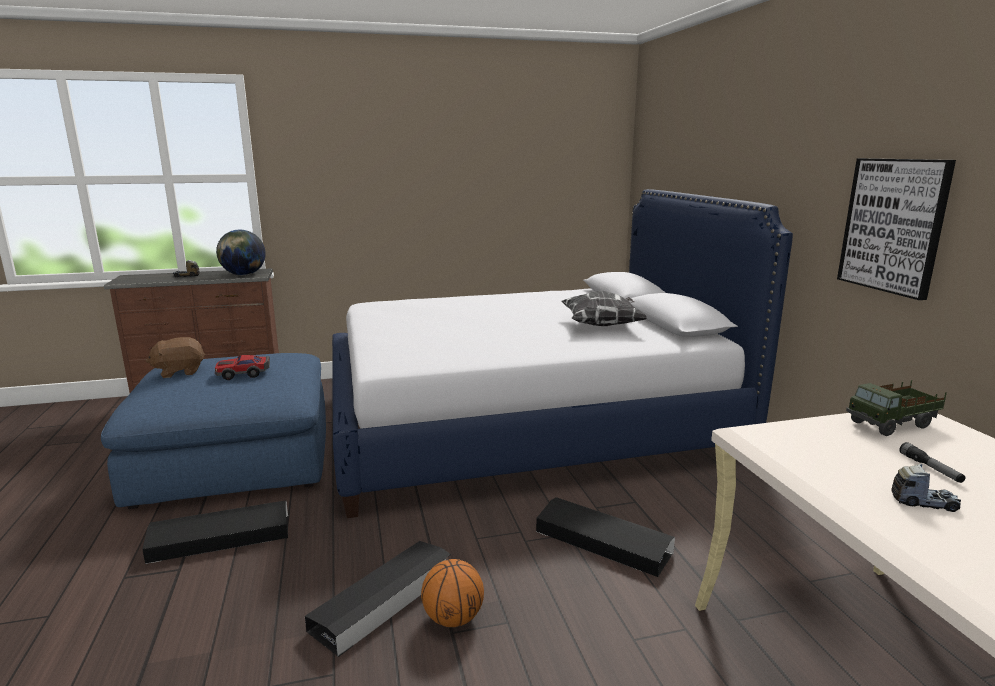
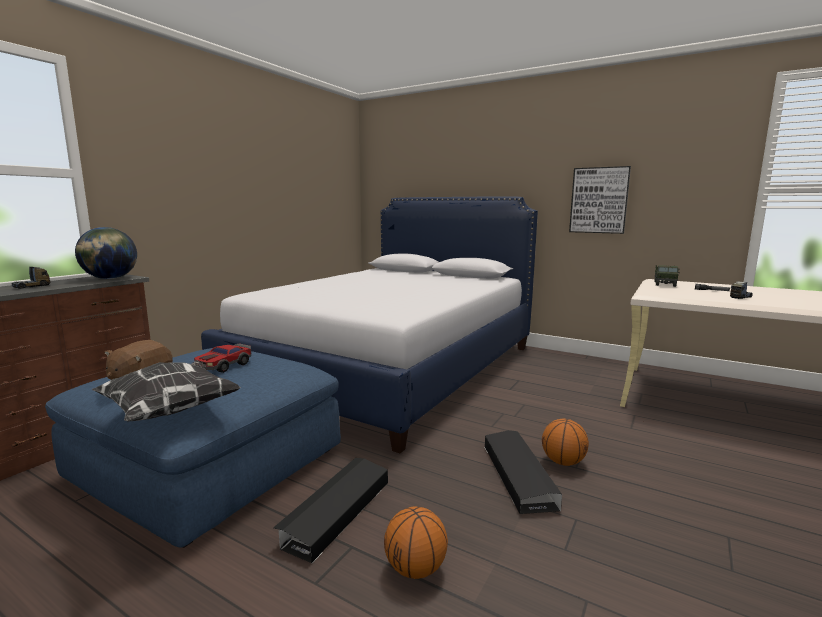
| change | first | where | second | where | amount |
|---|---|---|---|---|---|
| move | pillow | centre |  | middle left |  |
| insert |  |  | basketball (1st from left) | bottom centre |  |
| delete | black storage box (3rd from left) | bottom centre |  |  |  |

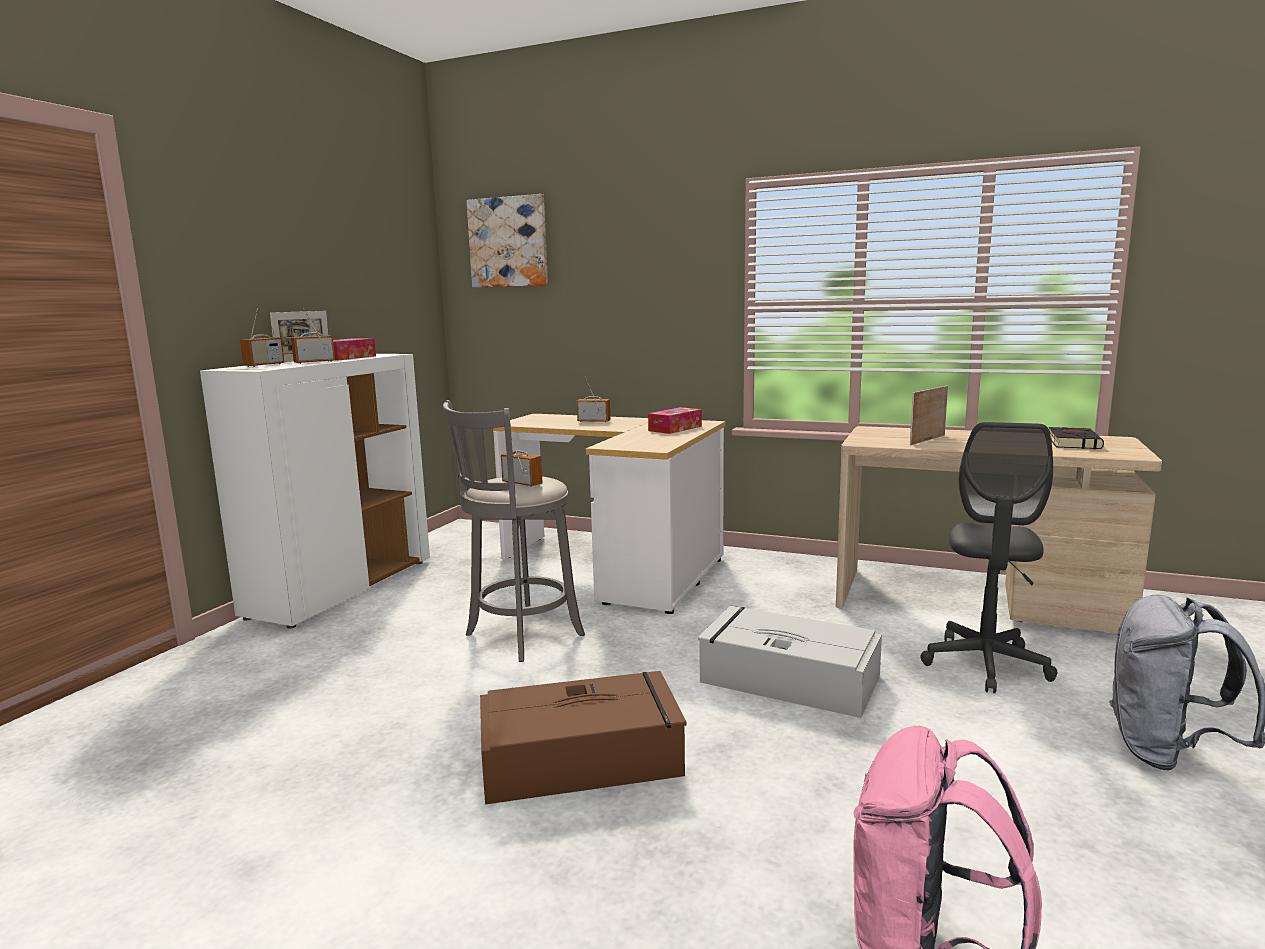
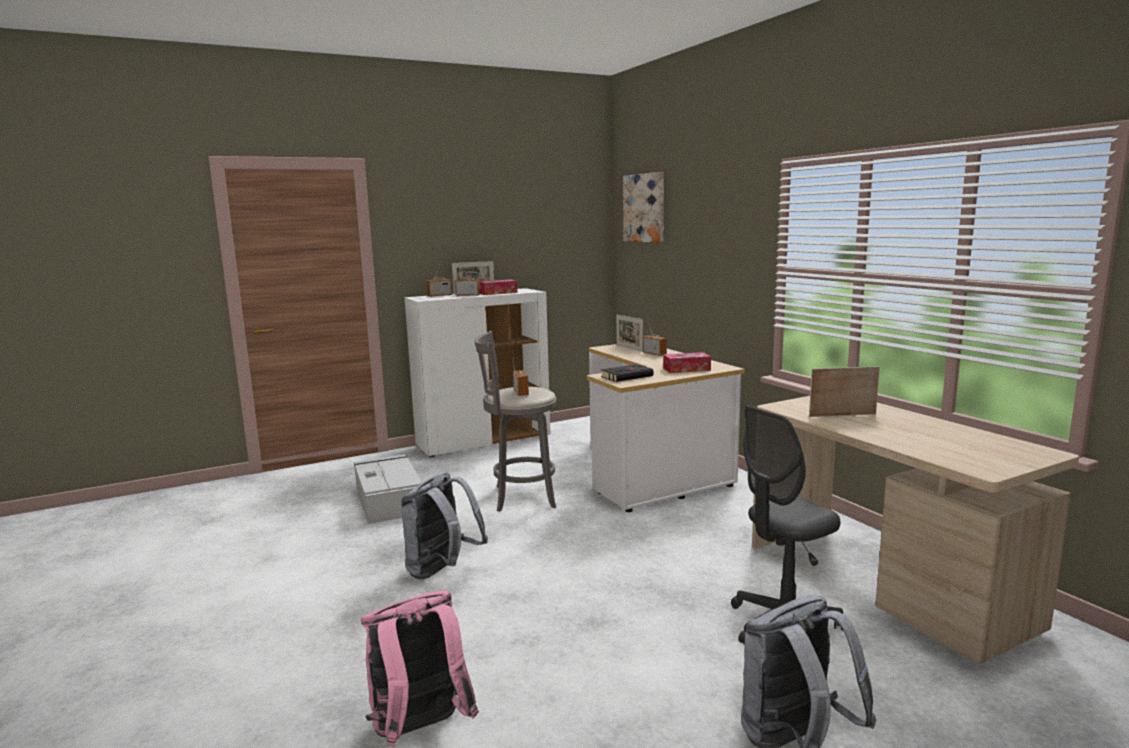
| change | first | where | second | where | amount |
|---|---|---|---|---|---|
| move | grey storage box | bottom centre |  | centre |  |
| replace | brown storage box | bottom centre | grey backpack (1st from left) | bottom centre |  |
| move | black book | middle right |  | centre |  |
| insert |  |  | picture frame (2nd from left) | centre |  |

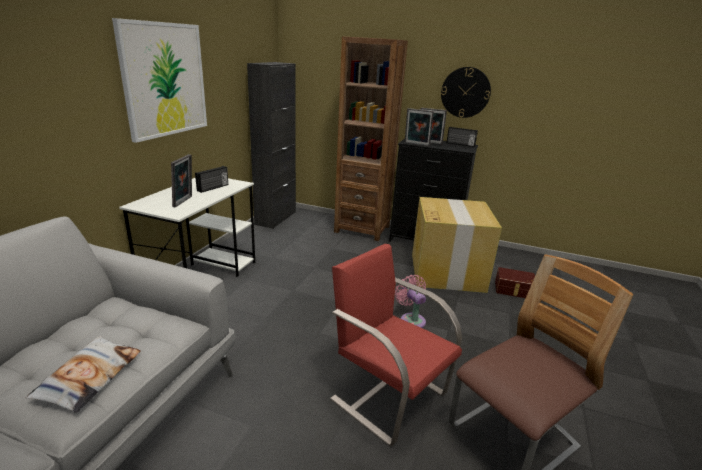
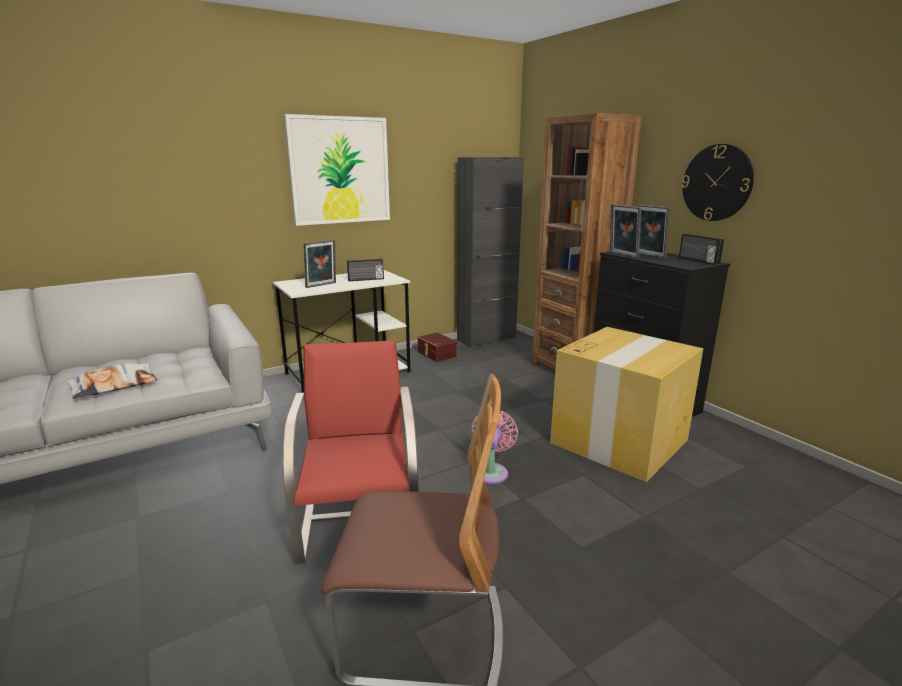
| change | first | where | second | where | amount |
|---|---|---|---|---|---|
| move | brown storage box | middle right |  | centre |  |

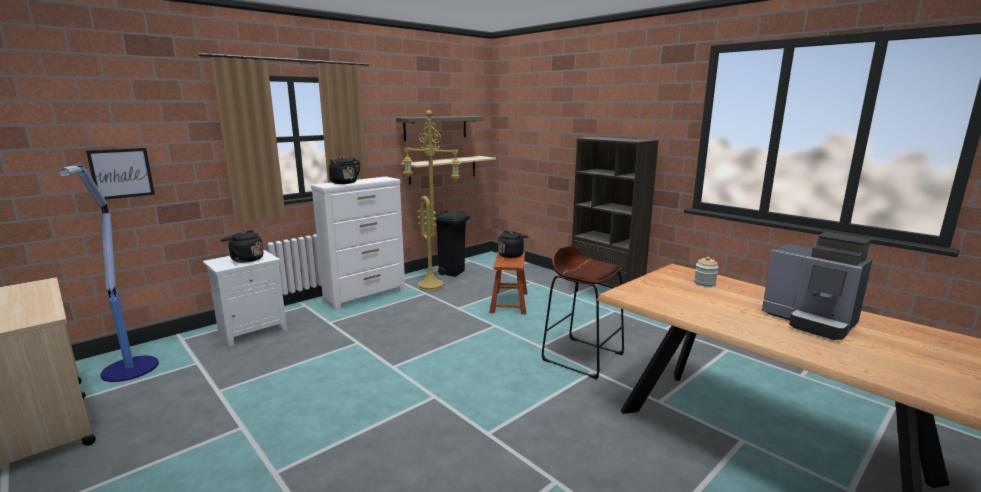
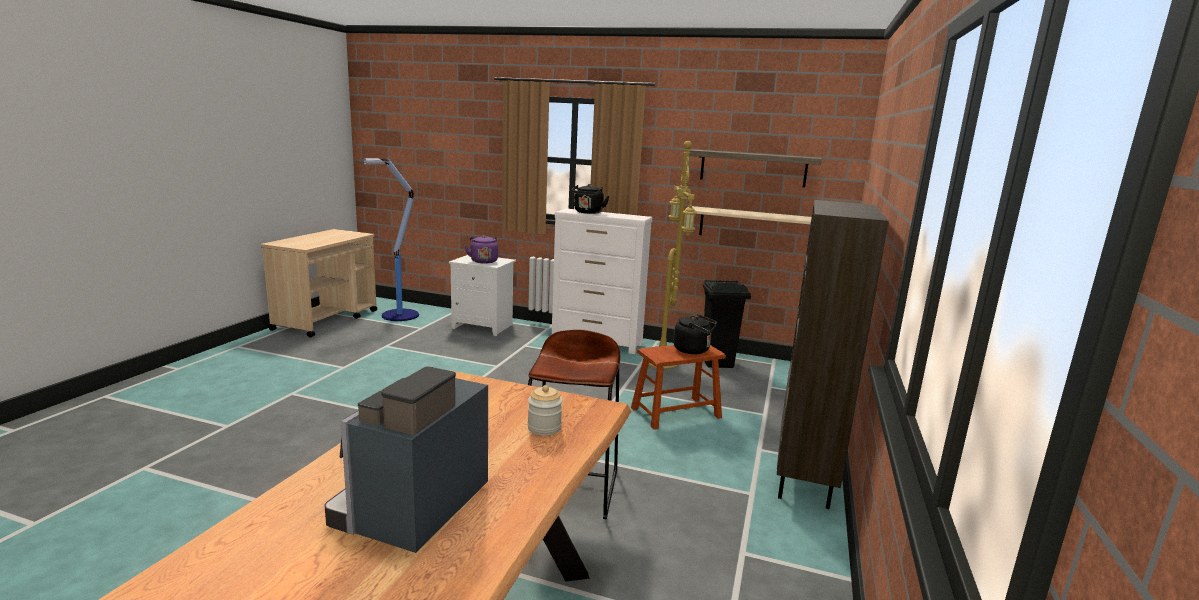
| change | first | where | second | where | amount |
|---|---|---|---|---|---|
| recolor | black kettle (1st from left) | middle left | purple kettle | centre |  |
| delete | picture | middle left |  |  |  |

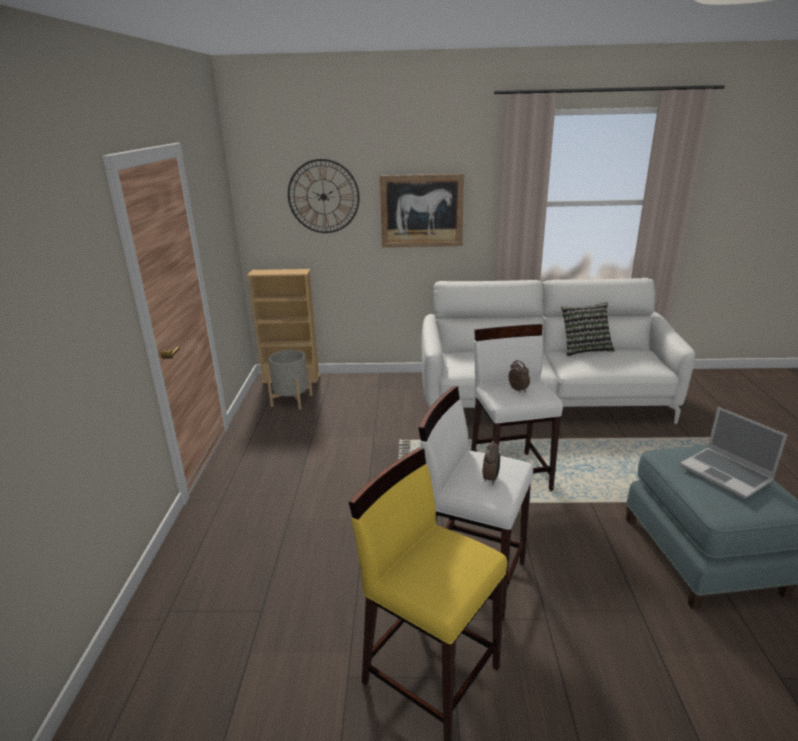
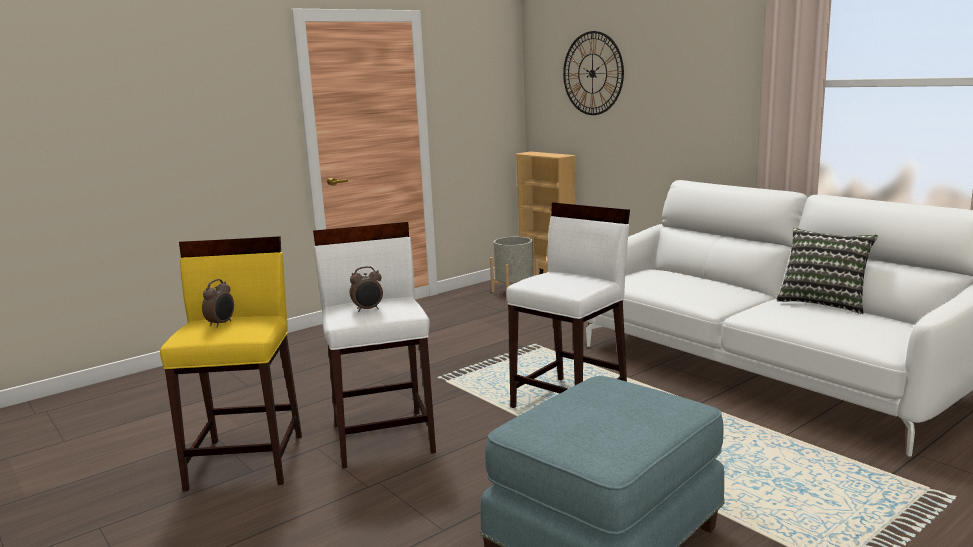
| change | first | where | second | where | amount |
|---|---|---|---|---|---|
| move | alarm clock (2nd from left in the first image) | centre | alarm clock (1st from left) | middle left |  |
| delete | picture | top centre |  |  |  |
| delete | laptop | middle right |  |  |  |

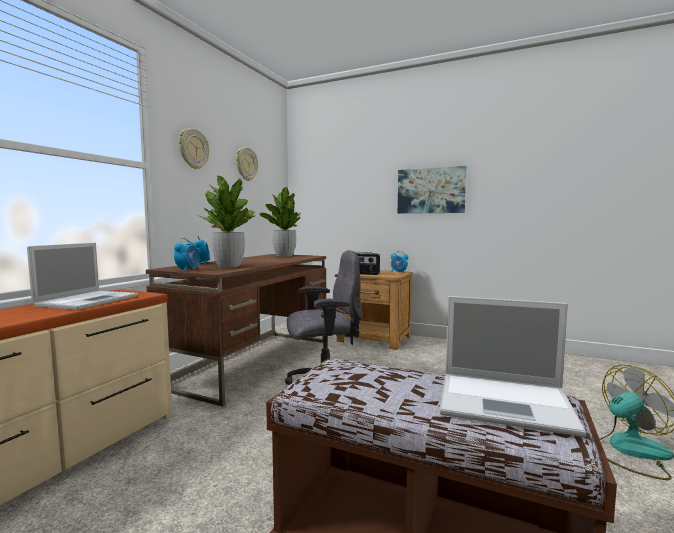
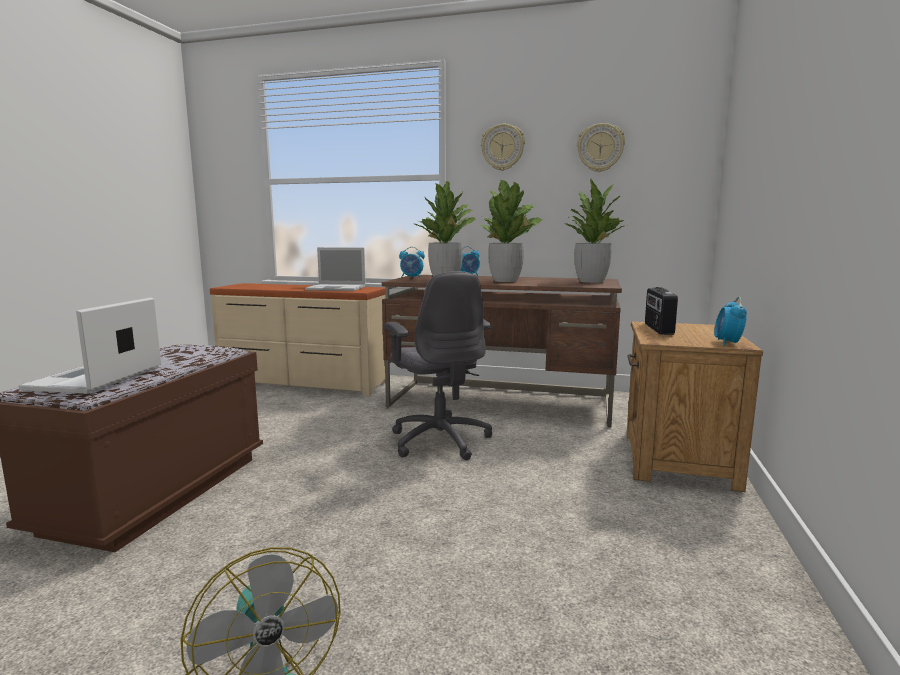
| change | first | where | second | where | amount |
|---|---|---|---|---|---|
| insert |  |  | potted plant (2nd from left) | centre |  |
| delete | picture | centre |  |  |  |

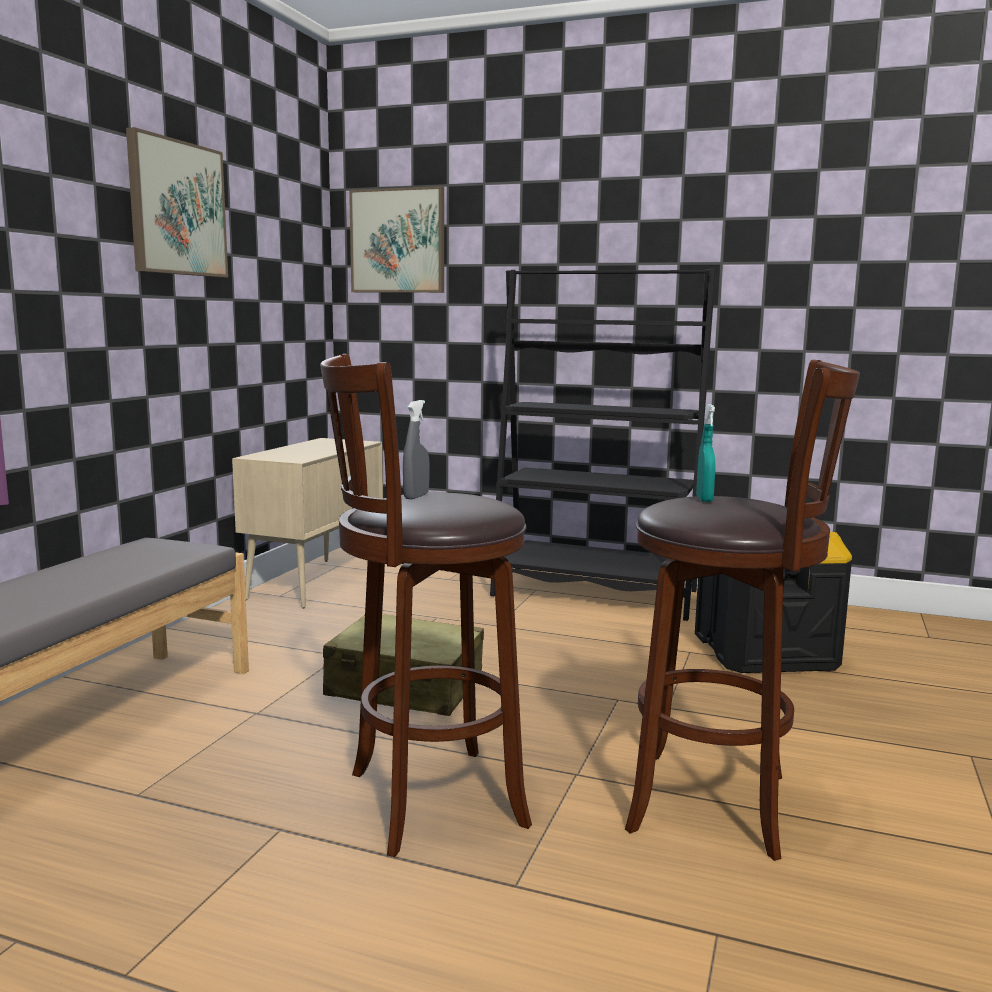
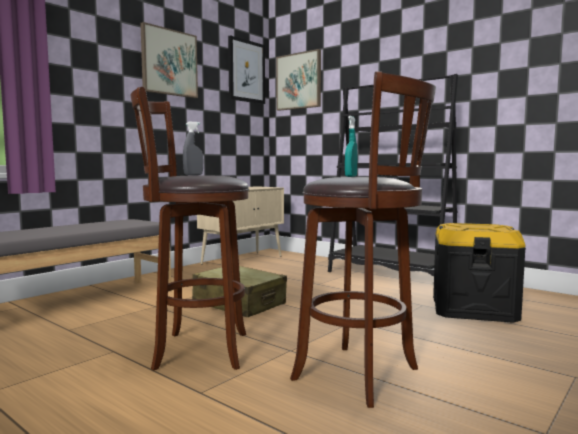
| change | first | where | second | where | amount |
|---|---|---|---|---|---|
| insert |  |  | picture (2nd from left) | top centre |  |

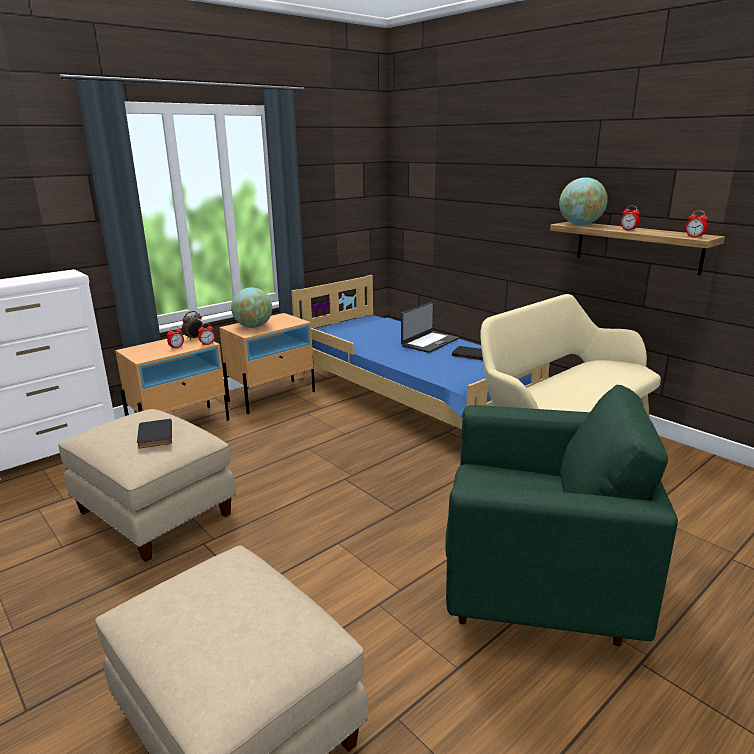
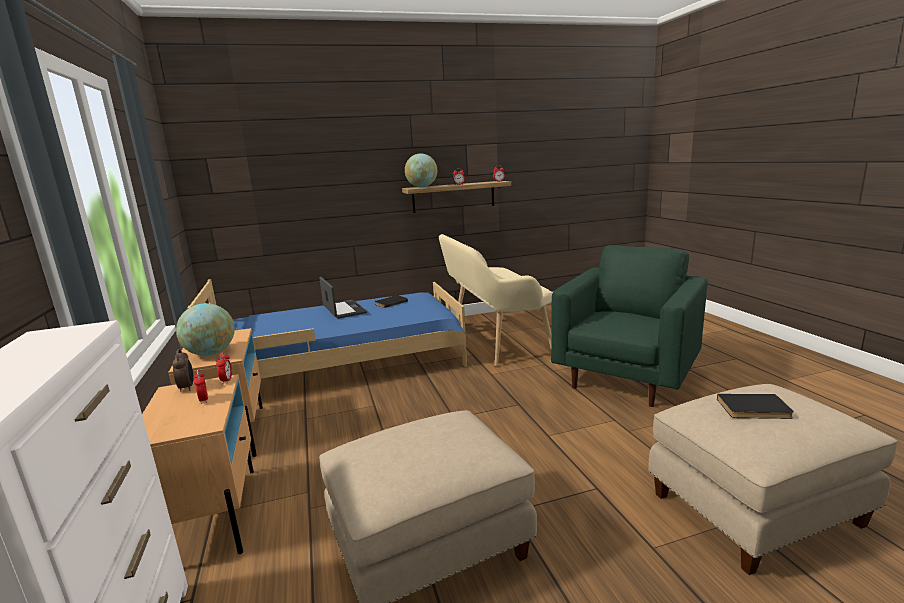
| change | first | where | second | where | amount |
|---|---|---|---|---|---|
| move | black book (1st from left in the first image) | middle left | black book (2nd from left) | bottom right |  |

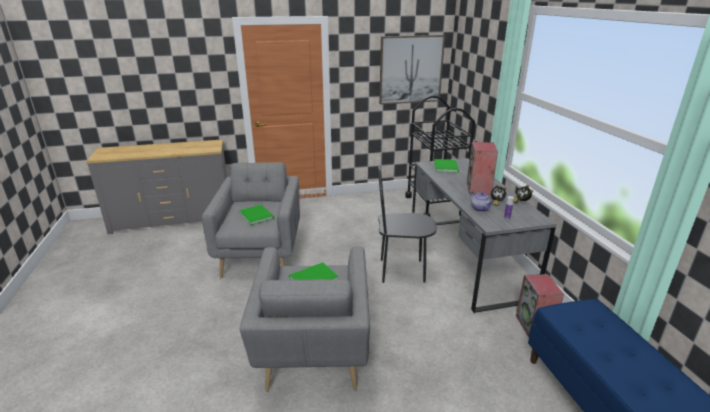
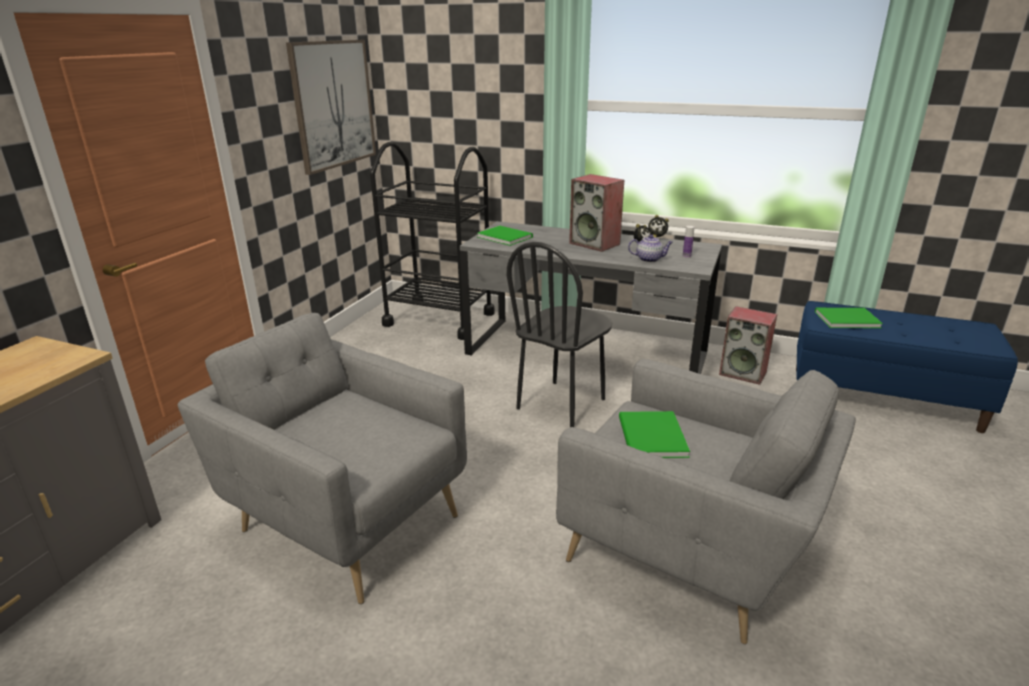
| change | first | where | second | where | amount |
|---|---|---|---|---|---|
| move | green book (1st from left in the first image) | centre | green book (3rd from left) | middle right |  |

